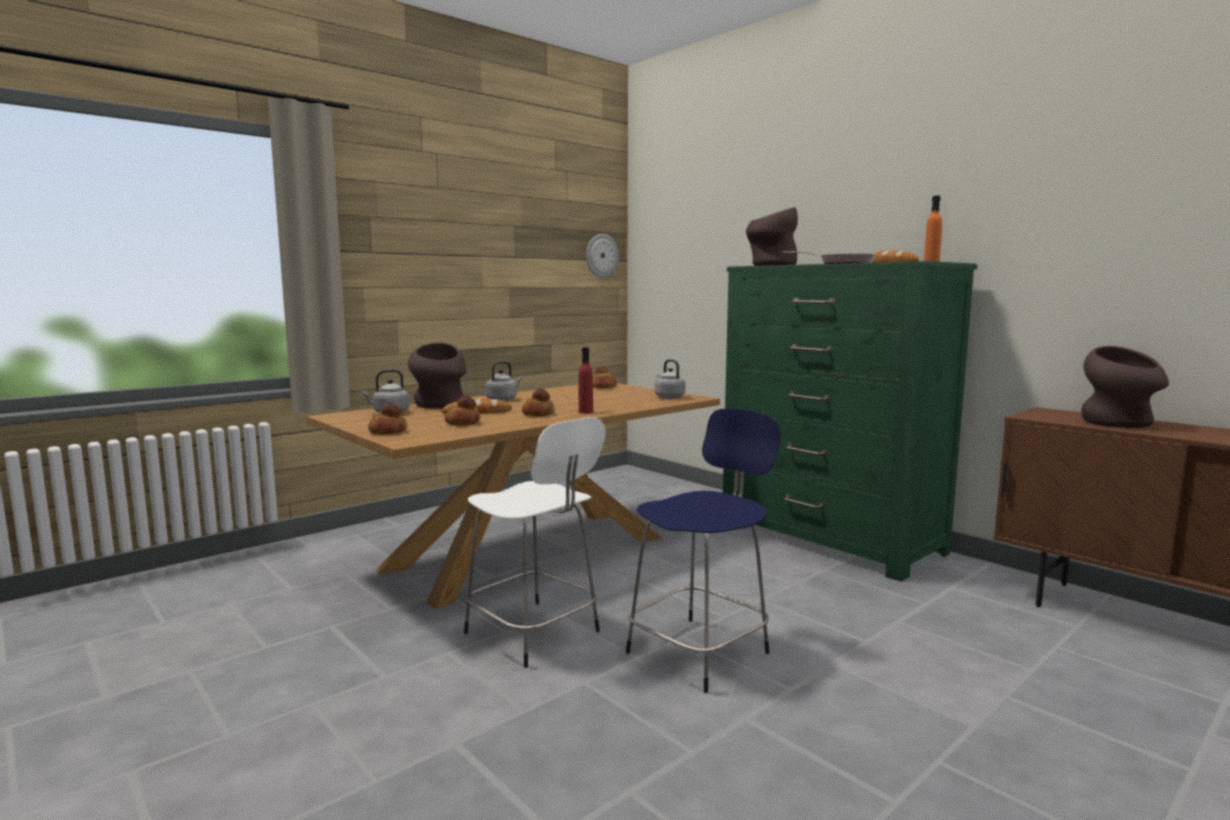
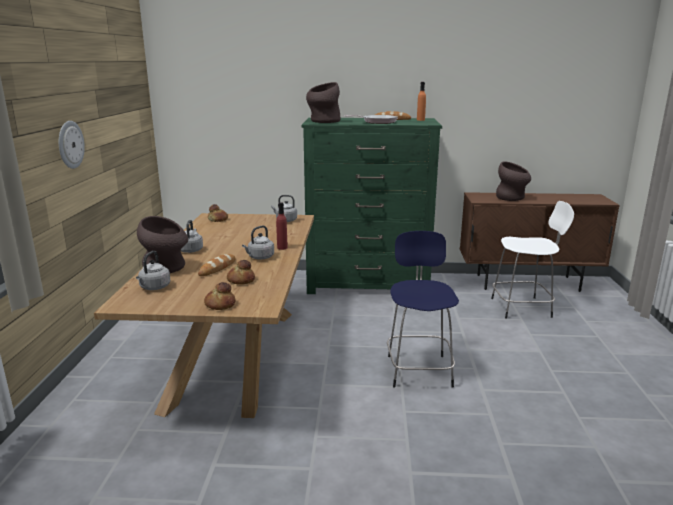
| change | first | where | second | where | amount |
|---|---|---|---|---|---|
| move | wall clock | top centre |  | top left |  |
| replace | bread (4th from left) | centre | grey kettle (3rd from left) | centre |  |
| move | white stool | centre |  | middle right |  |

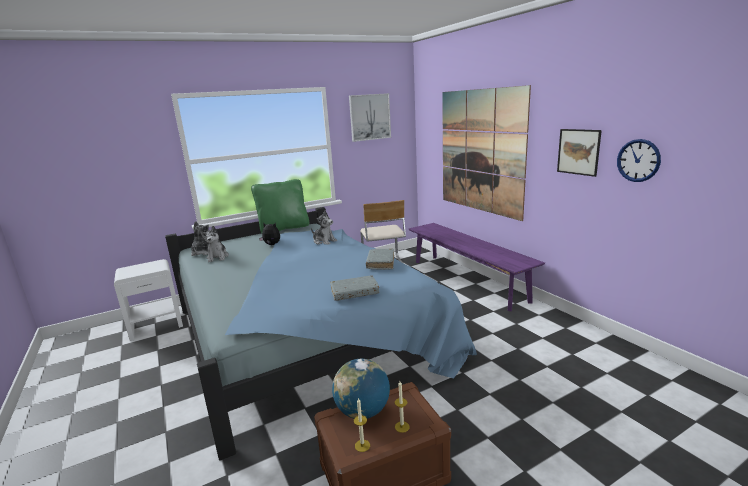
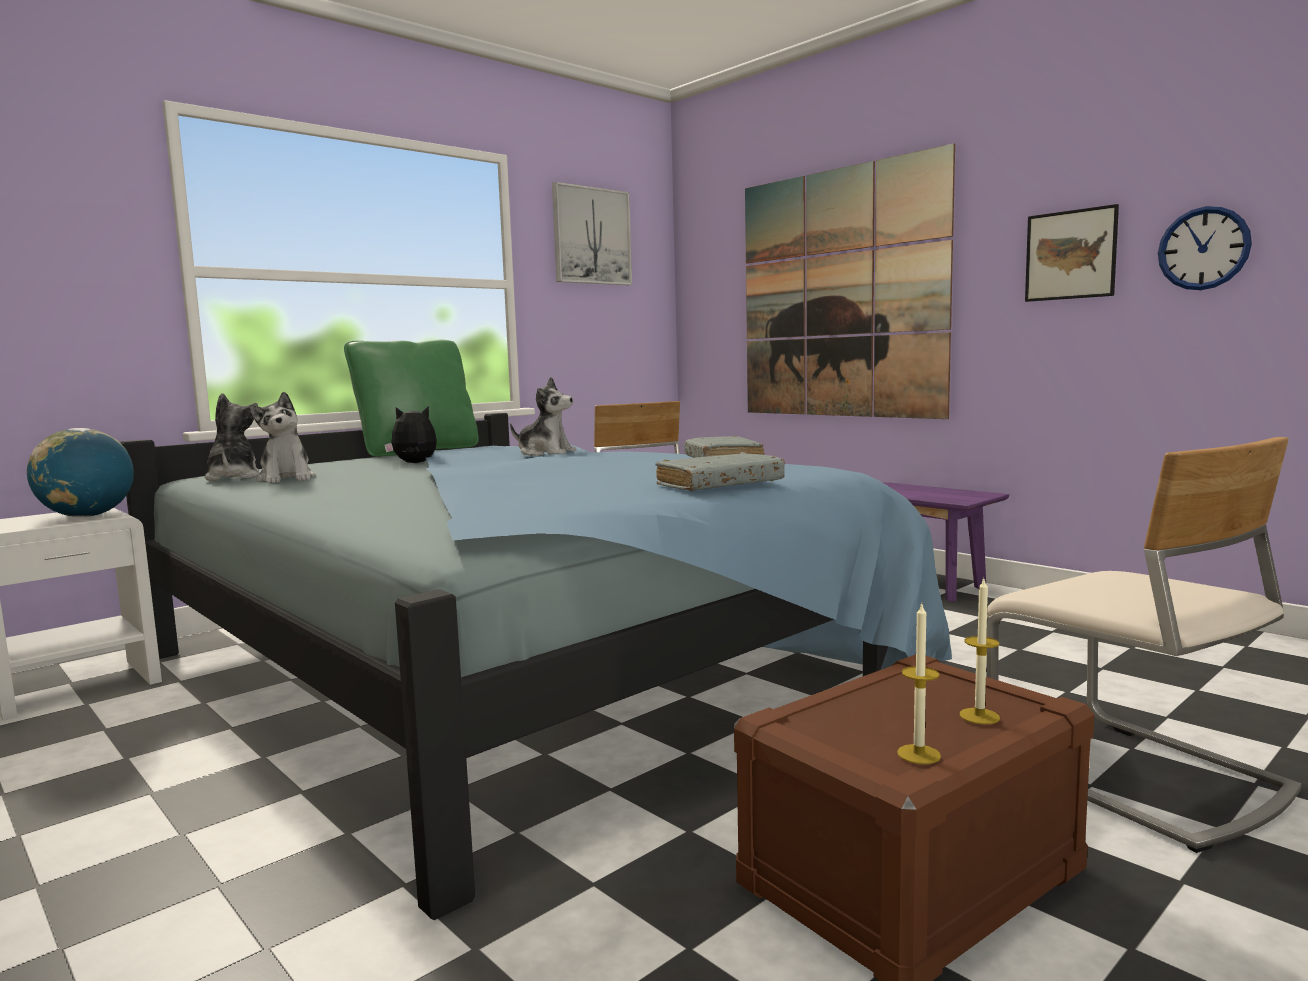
| change | first | where | second | where | amount |
|---|---|---|---|---|---|
| move | globe | bottom centre |  | middle left |  |
| insert |  |  | beige chair (2nd from left) | middle right |  |

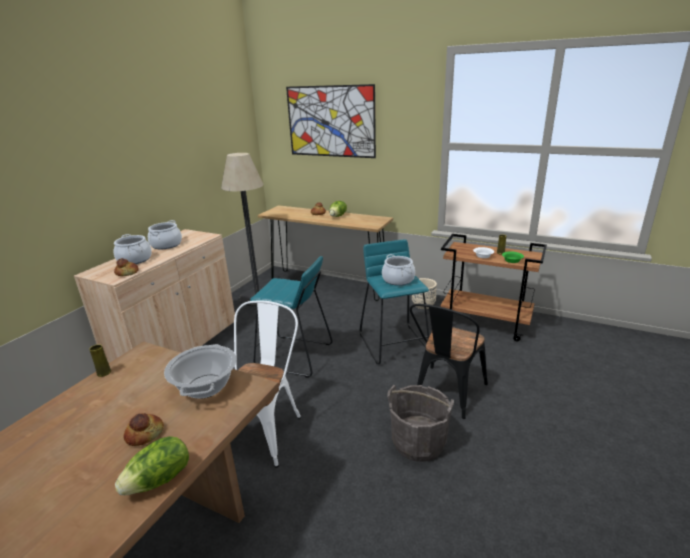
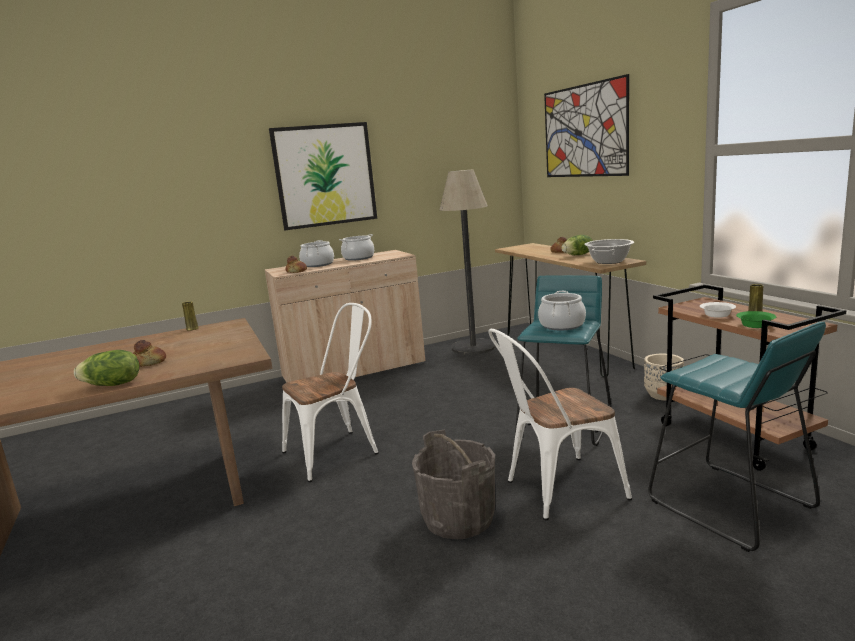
| change | first | where | second | where | amount |
|---|---|---|---|---|---|
| insert |  |  | picture (1st from left) | top centre |  |
| recolor | black chair | centre | white chair (2nd from left) | centre |  |
| move | cooking pot (3rd from left in the first image) | middle left | cooking pot (4th from left) | middle right |  |
| move | turquoise stool (1st from left in the first image) | centre | turquoise stool (2nd from left) | bottom right |  |

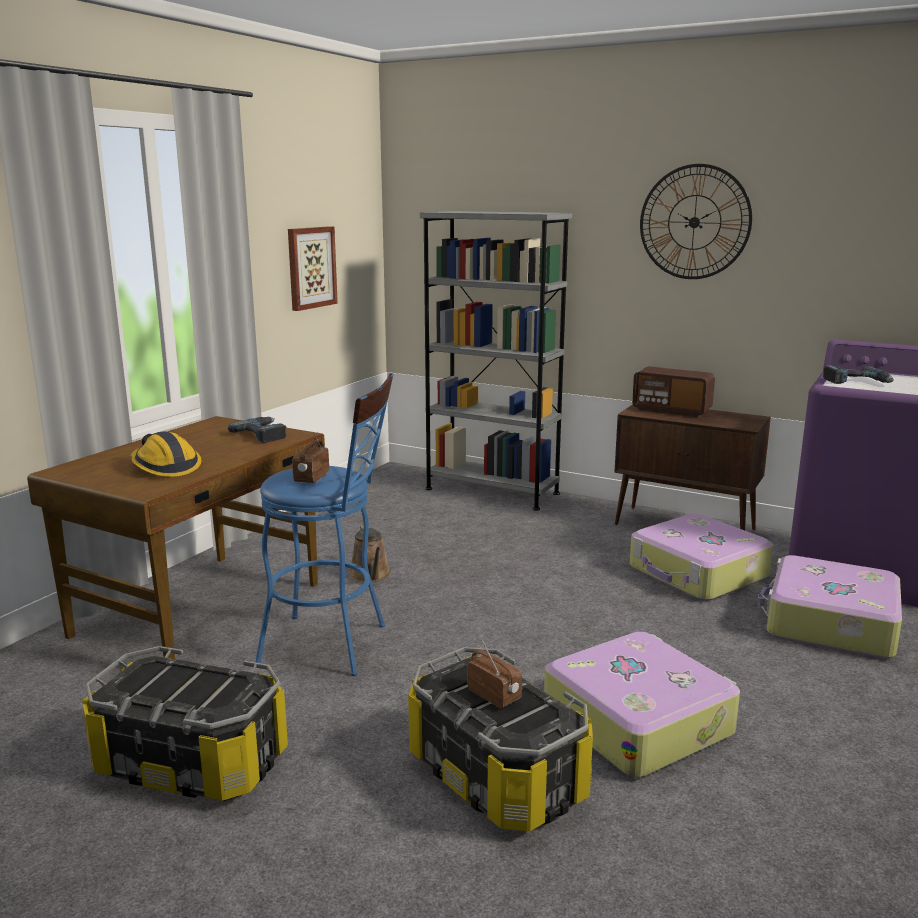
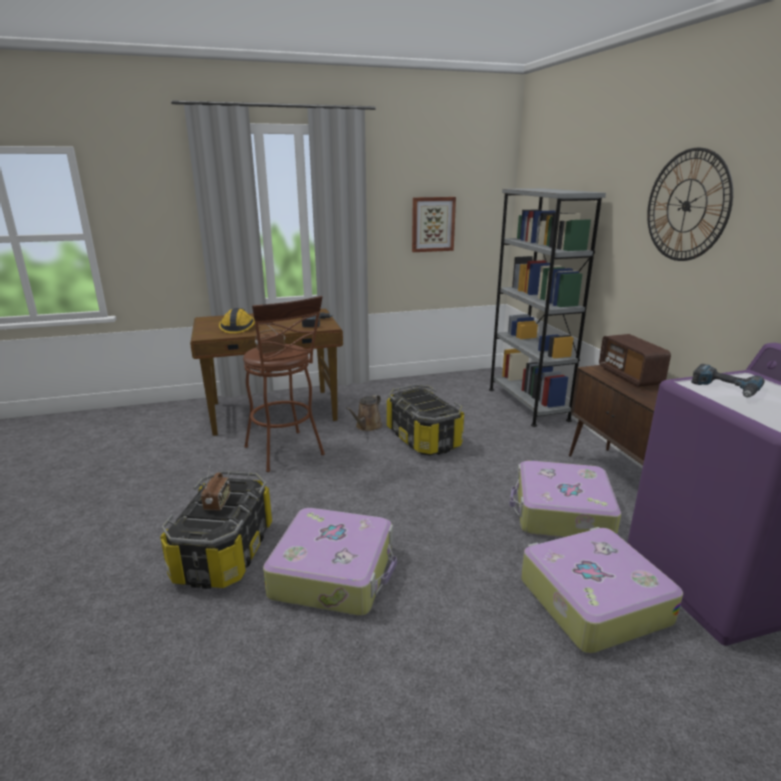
| change | first | where | second | where | amount |
|---|---|---|---|---|---|
| recolor | blue stool | centre | brown stool | centre |  |
| move | storage box (1st from left in the first image) | bottom left | storage box (2nd from left) | centre |  |

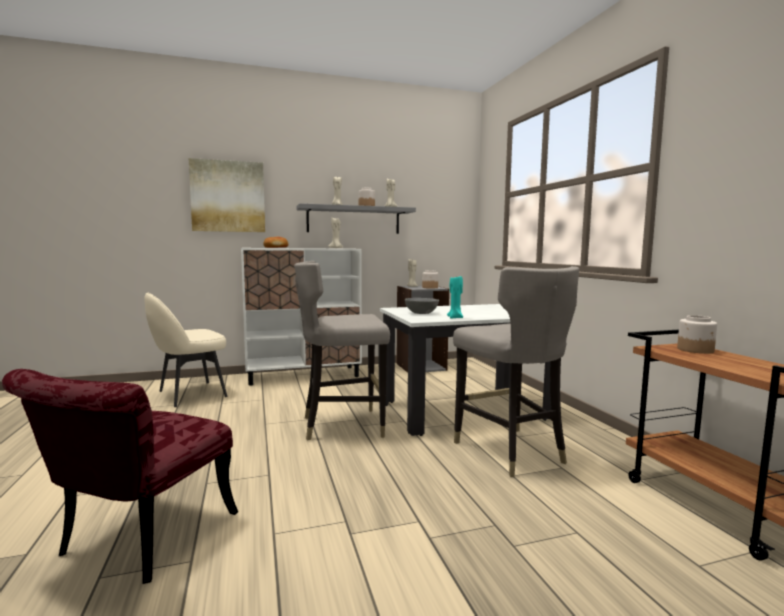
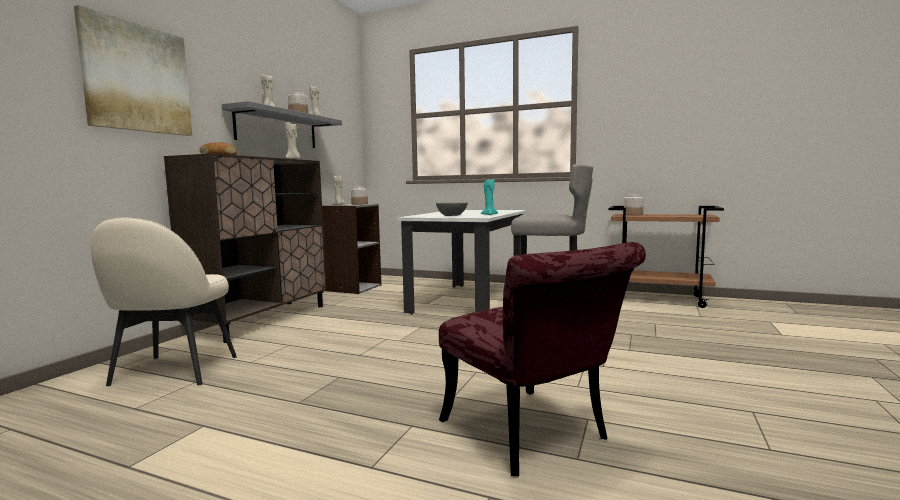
| change | first | where | second | where | amount |
|---|---|---|---|---|---|
| recolor | white cabinet | centre | brown cabinet | middle left |  |
| delete | grey stool (1st from left) | centre |  |  |  |

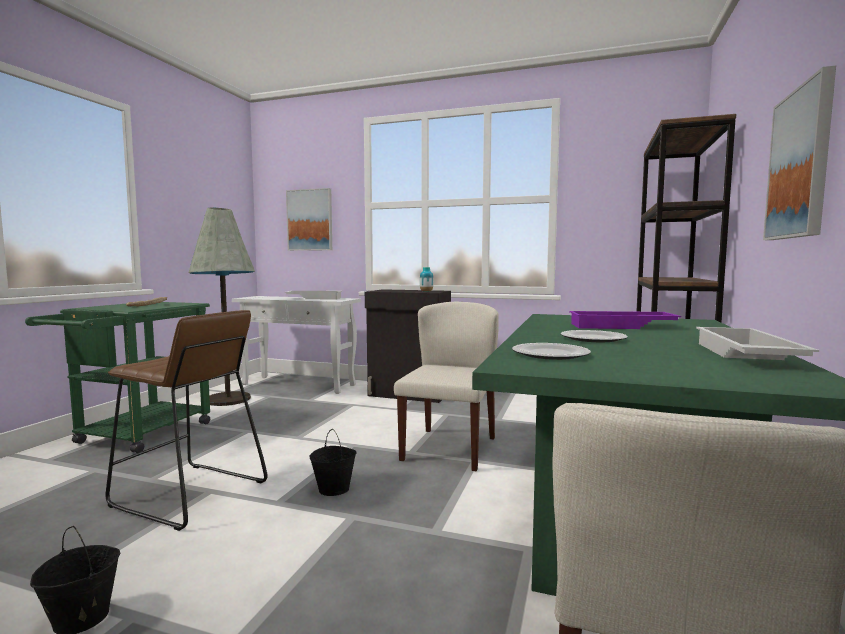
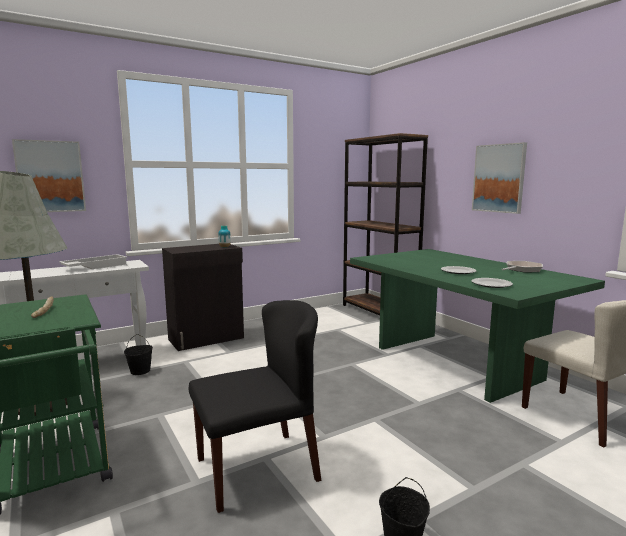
| change | first | where | second | where | amount |
|---|---|---|---|---|---|
| move | black bucket (2nd from left in the first image) | bottom centre | black bucket (1st from left) | middle left |  |
| replace | brown stool | middle left | black chair | bottom centre |  |
| replace | white tray (2nd from left) | middle right | frying pan | middle right |  |
| delete | beige chair (1st from left) | centre |  |  |  |
| delete | purple tray | middle right |  |  |  |

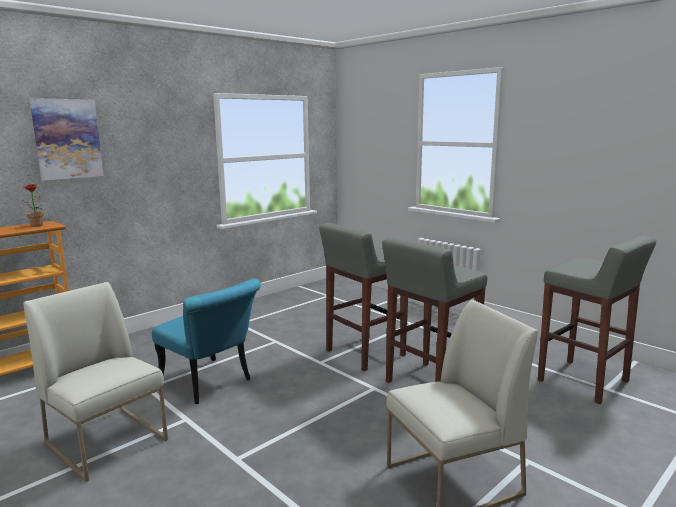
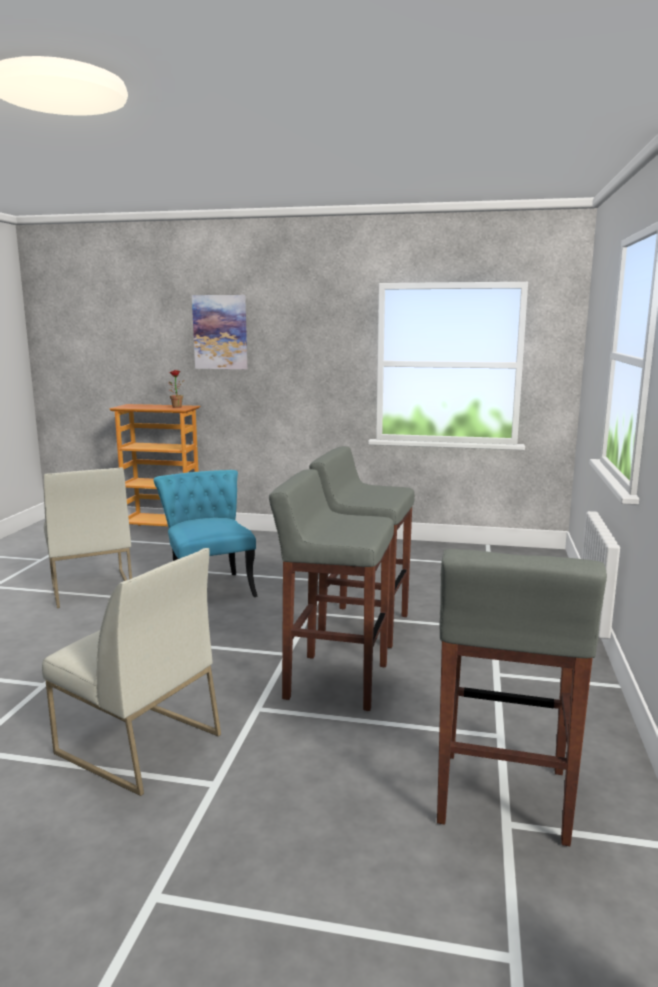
| change | first | where | second | where | amount |
|---|---|---|---|---|---|
| rotate | white chair (1st from left) | bottom left |  | middle left | 150 degrees clockwise |
| rotate | turquoise chair | bottom left |  | middle left | 150 degrees clockwise |

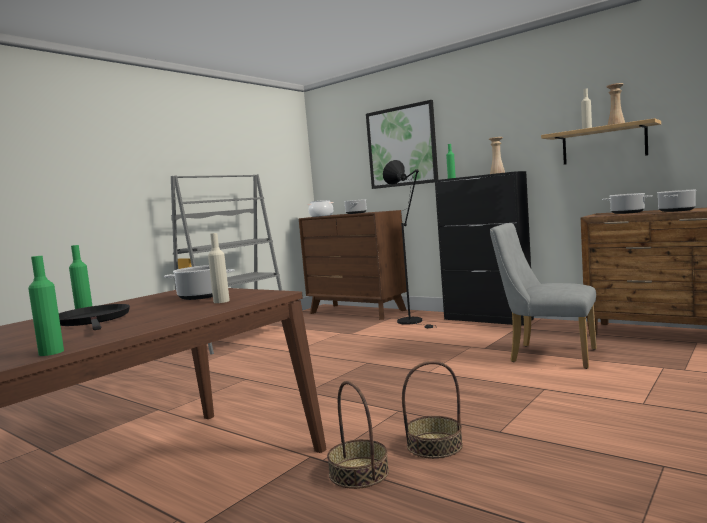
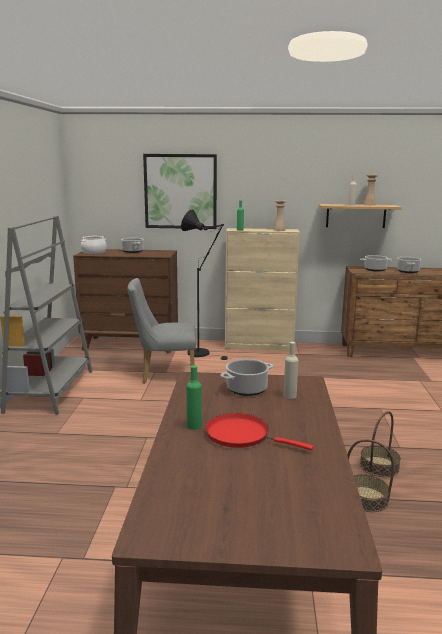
| change | first | where | second | where | amount |
|---|---|---|---|---|---|
| move | grey chair | middle right |  | centre |  |
| recolor | black frying pan | middle left | red frying pan | bottom centre |  |
| recolor | black cabinet | middle right | beige cabinet | centre |  |
| delete | green bottle (1st from left) | middle left |  |  |  |

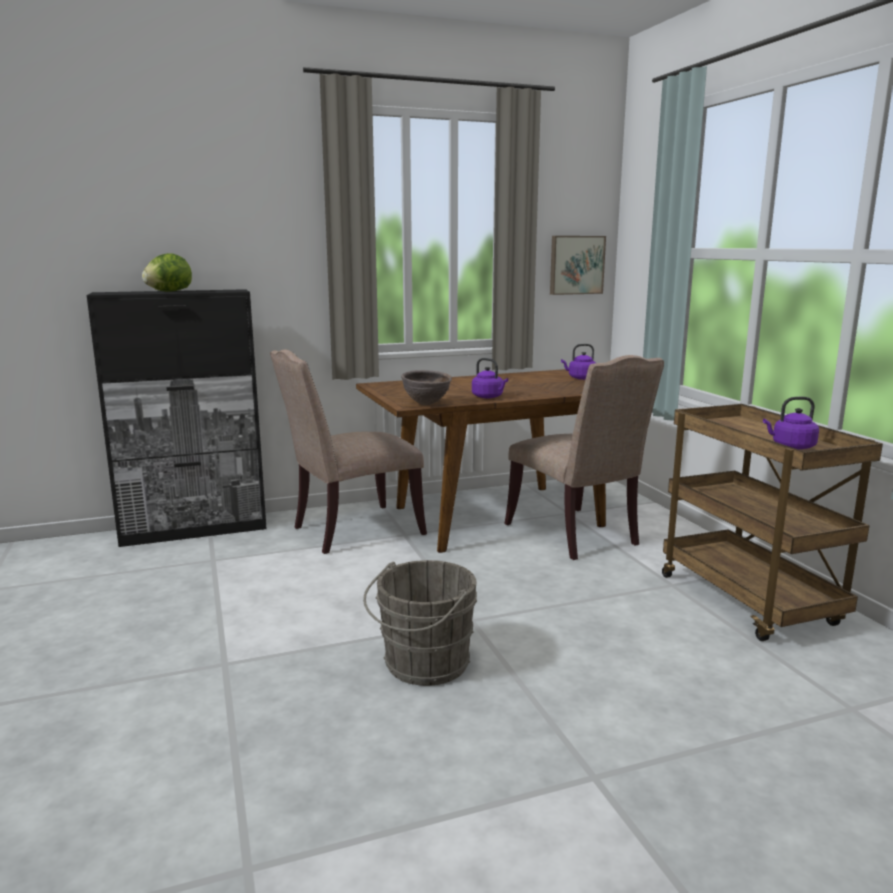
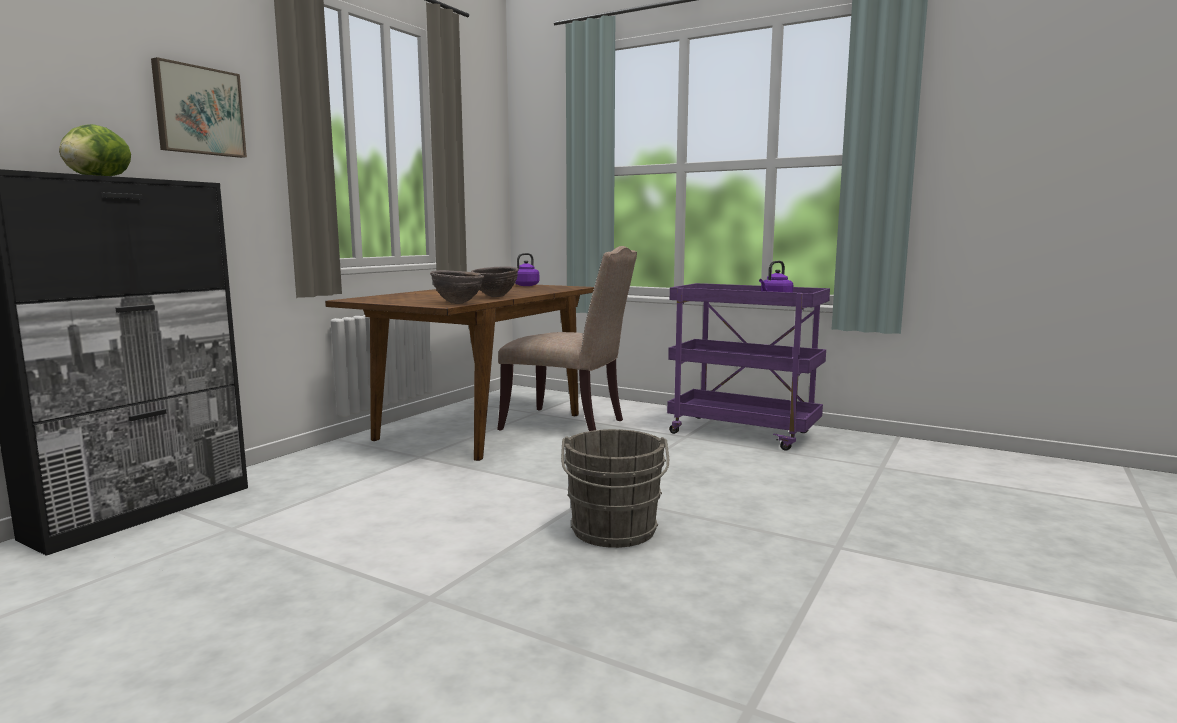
| change | first | where | second | where | amount |
|---|---|---|---|---|---|
| move | picture | top centre |  | top left |  |
| replace | purple kettle (1st from left) | centre | brown bowl (2nd from left) | centre |  |
| recolor | brown cart | middle right | purple cart | centre |  |
| delete | beige chair (1st from left) | centre |  |  |  |

